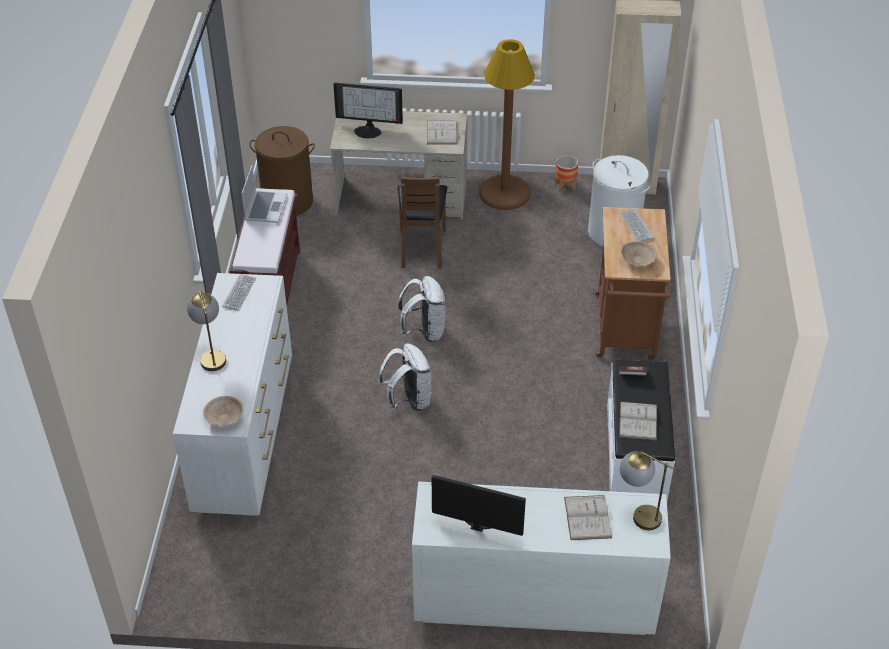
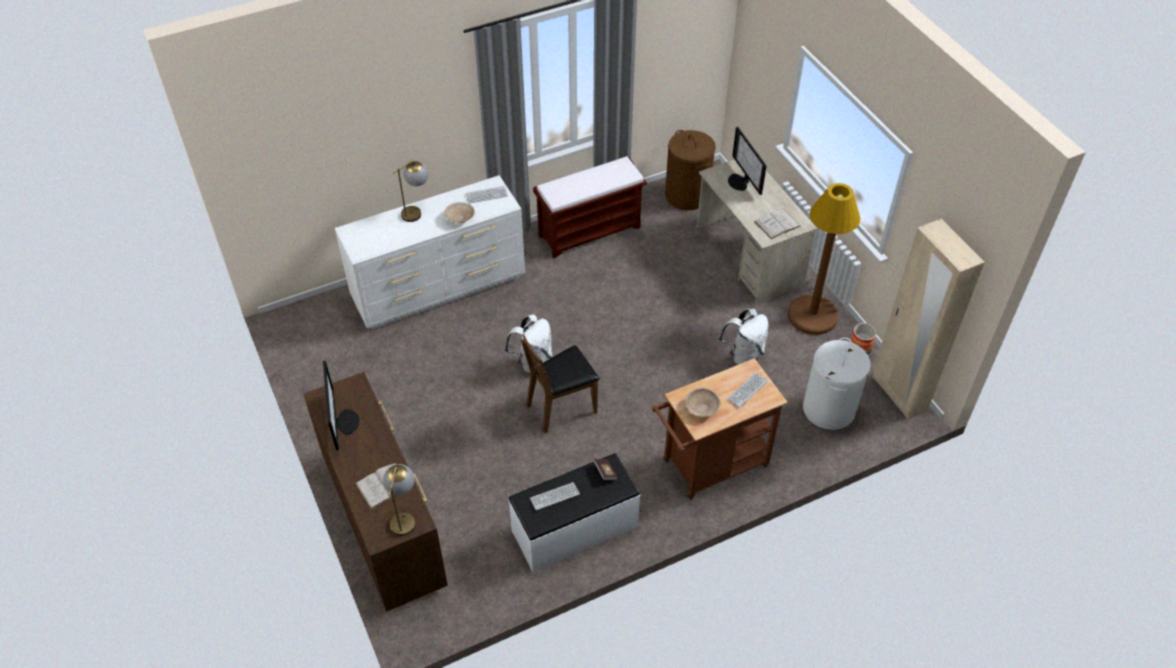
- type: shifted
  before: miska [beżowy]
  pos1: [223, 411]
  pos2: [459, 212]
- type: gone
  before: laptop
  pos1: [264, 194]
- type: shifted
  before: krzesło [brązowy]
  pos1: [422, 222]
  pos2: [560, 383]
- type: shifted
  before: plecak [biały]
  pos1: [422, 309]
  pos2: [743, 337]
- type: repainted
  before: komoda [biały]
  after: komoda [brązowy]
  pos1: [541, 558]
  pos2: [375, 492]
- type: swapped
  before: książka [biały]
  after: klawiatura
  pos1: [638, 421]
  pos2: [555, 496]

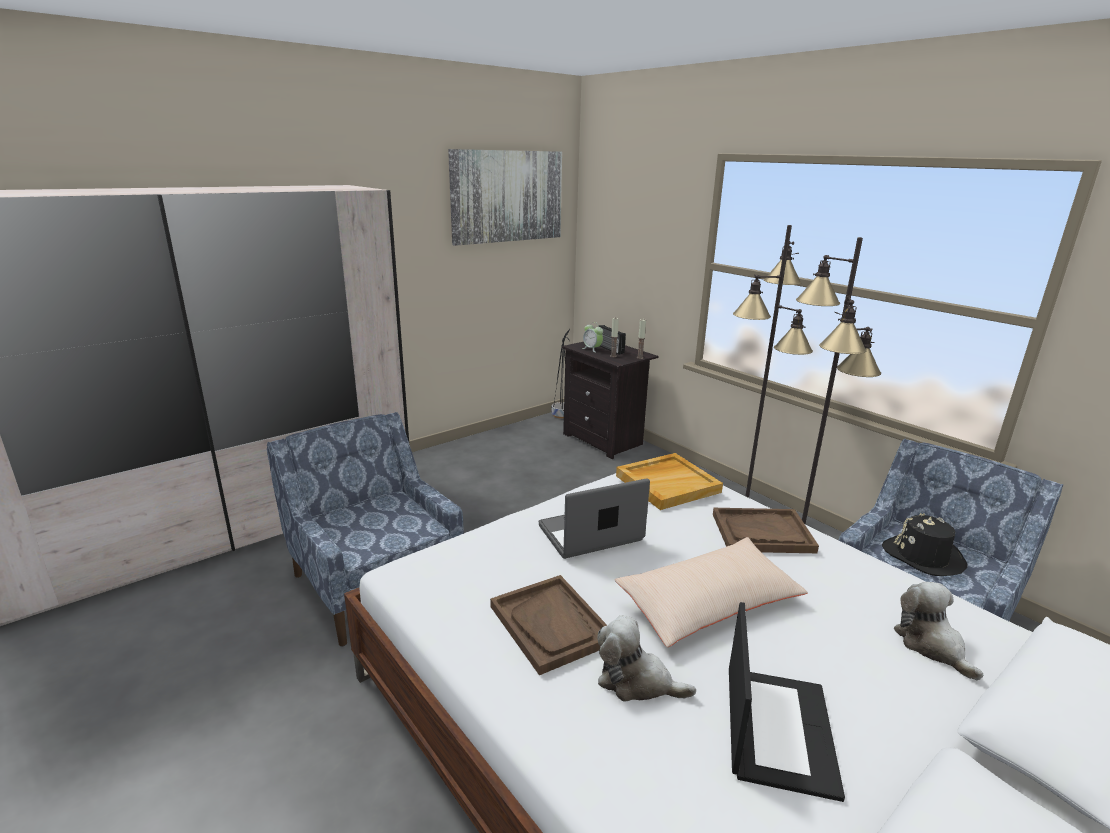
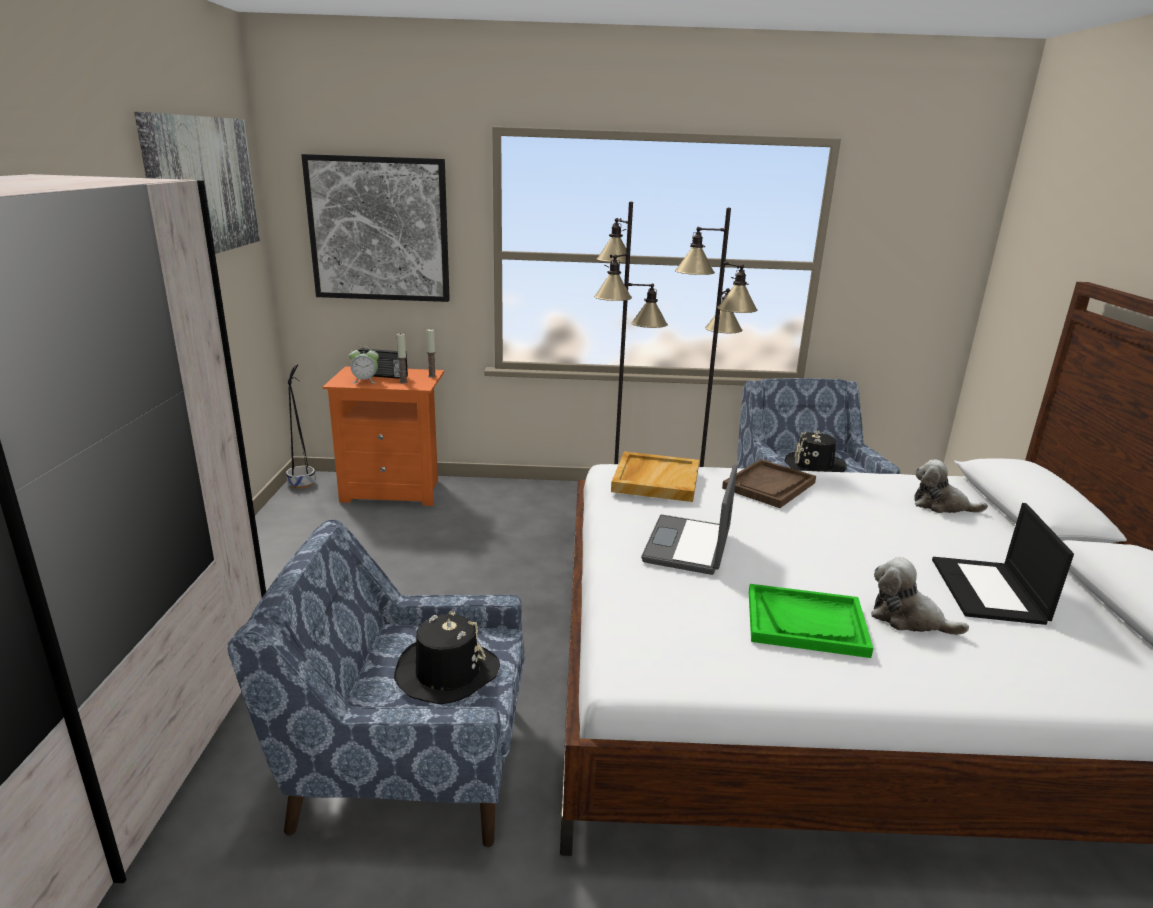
- type: repainted
  before: taca [brązowy]
  after: taca [zielony]
  pos1: [548, 625]
  pos2: [811, 621]
- type: repainted
  before: szafka nocna [czarny]
  after: szafka nocna [pomarańczowy]
  pos1: [610, 400]
  pos2: [383, 436]
- type: rotated
  before: pluszak
  pos1: [646, 658]
  pos2: [920, 596]
  turn: 60
- type: gone
  before: poduszka [beżowy]
  pos1: [711, 592]
- type: rotated
  before: laptop
  pos1: [787, 702]
  pos2: [1003, 564]
  turn: -135
- type: new
  after: obraz
  pos2: [375, 228]
- type: new
  after: kapelusz [czarny]
  pos2: [447, 657]

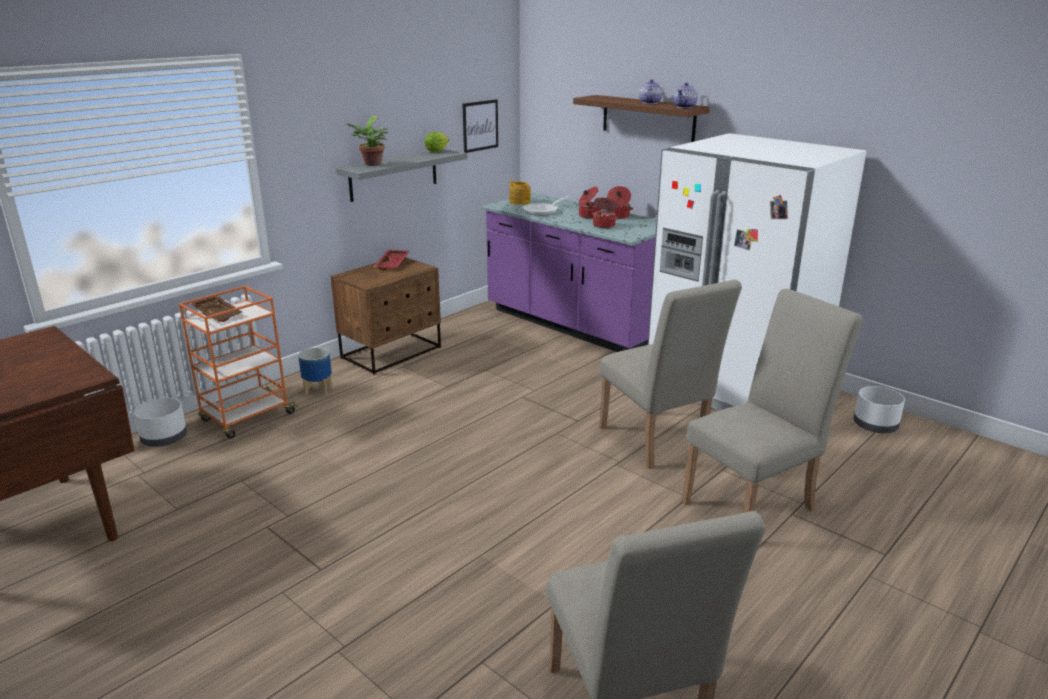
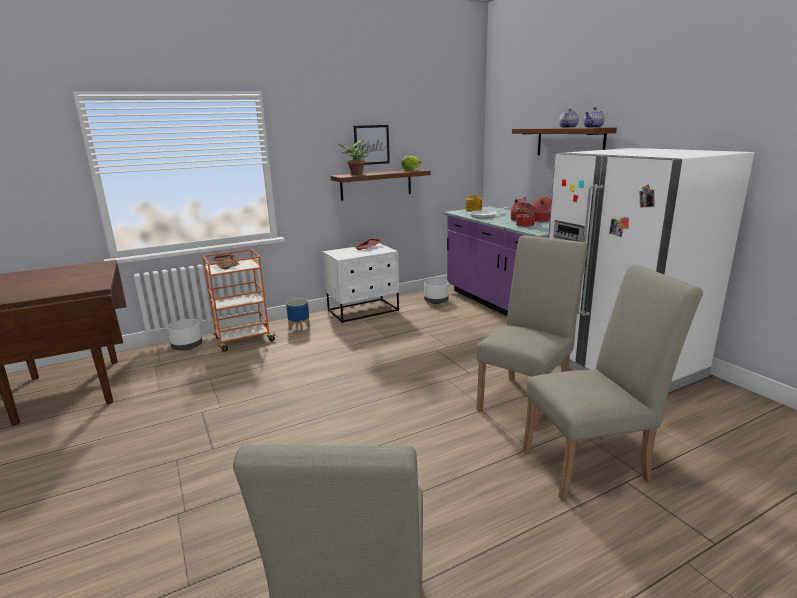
- type: repainted
  before: szafka nocna [brązowy]
  after: szafka nocna [biały]
  pos1: [386, 315]
  pos2: [361, 283]
- type: repainted
  before: półka [szary]
  after: półka [brązowy]
  pos1: [401, 175]
  pos2: [381, 185]
- type: shifted
  before: obraz
  pos1: [480, 126]
  pos2: [372, 145]
- type: rotated
  before: krzesło [beżowy]
  pos1: [670, 374]
  pos2: [532, 333]
  turn: -135
- type: shifted
  before: donica [biały]
  pos1: [879, 409]
  pos2: [436, 291]

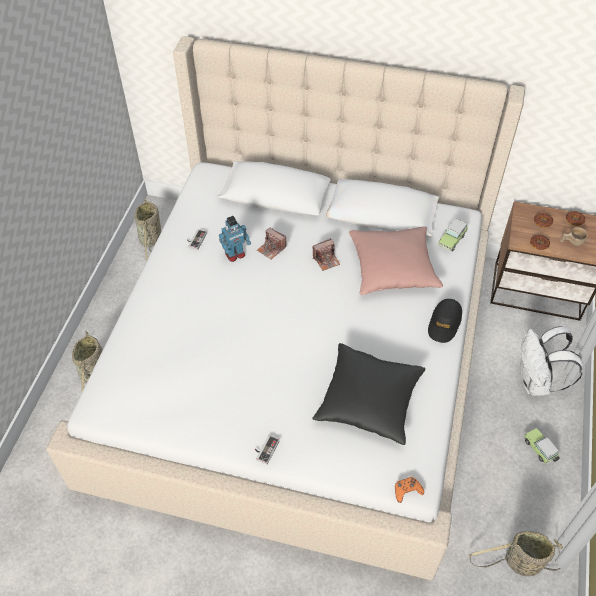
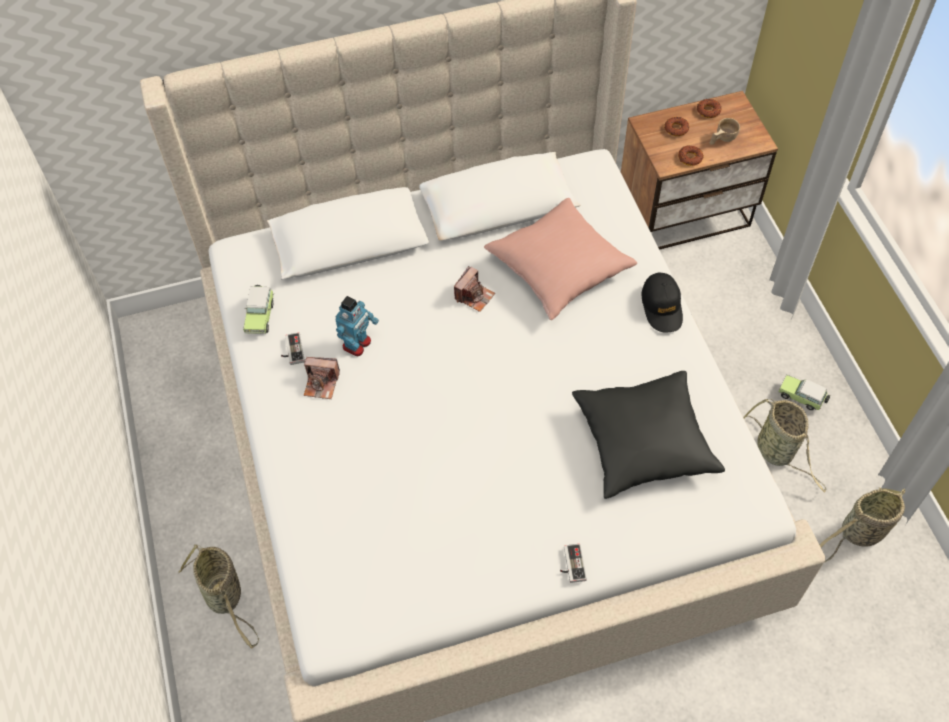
- type: shifted
  before: koszyk
  pos1: [147, 230]
  pos2: [784, 446]
- type: shifted
  before: aparat fotograficzny
  pos1: [272, 243]
  pos2: [322, 378]
- type: gone
  before: pad do gier [pomarańczowy]
  pos1: [409, 490]
- type: shifted
  before: samochodzik
  pos1: [453, 235]
  pos2: [258, 309]
- type: gone
  before: plecak [biały]
  pos1: [551, 361]

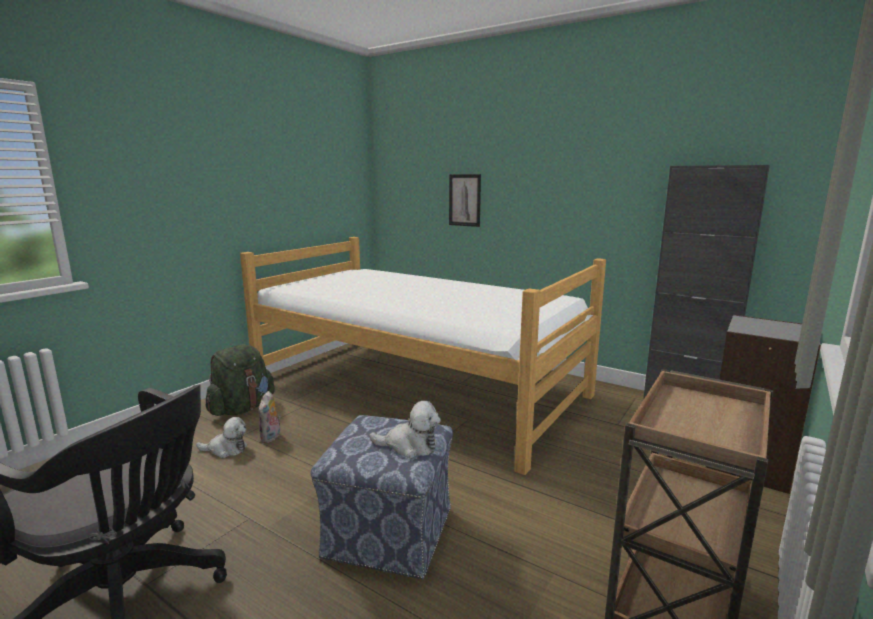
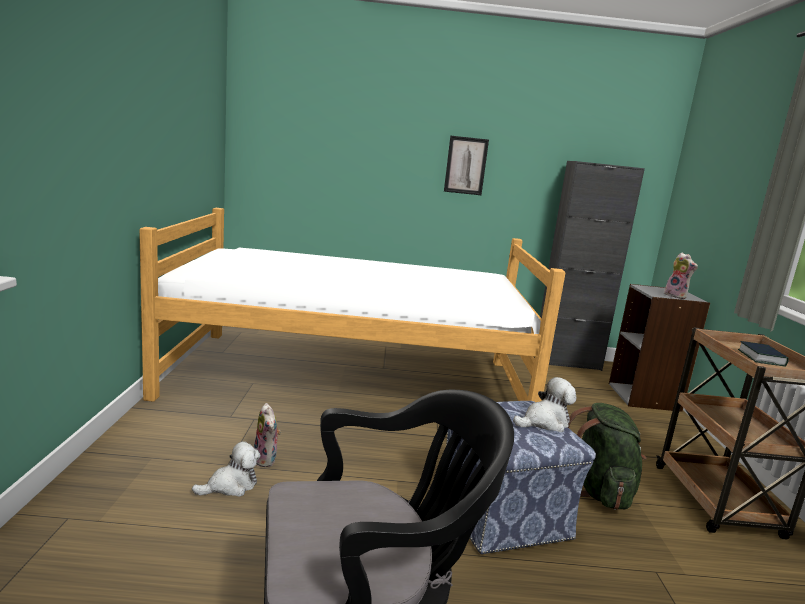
- type: shifted
  before: plecak [zielony]
  pos1: [240, 380]
  pos2: [607, 456]
- type: shifted
  before: obraz
  pos1: [465, 200]
  pos2: [466, 165]
- type: new
  after: pluszak
  pos2: [681, 276]
- type: new
  after: książka
  pos2: [763, 354]

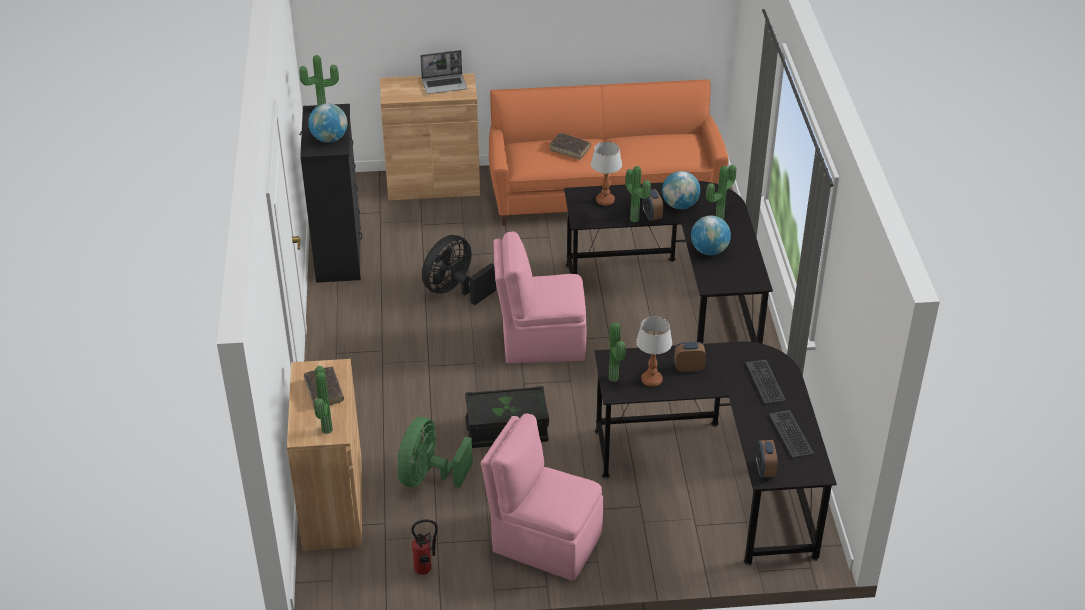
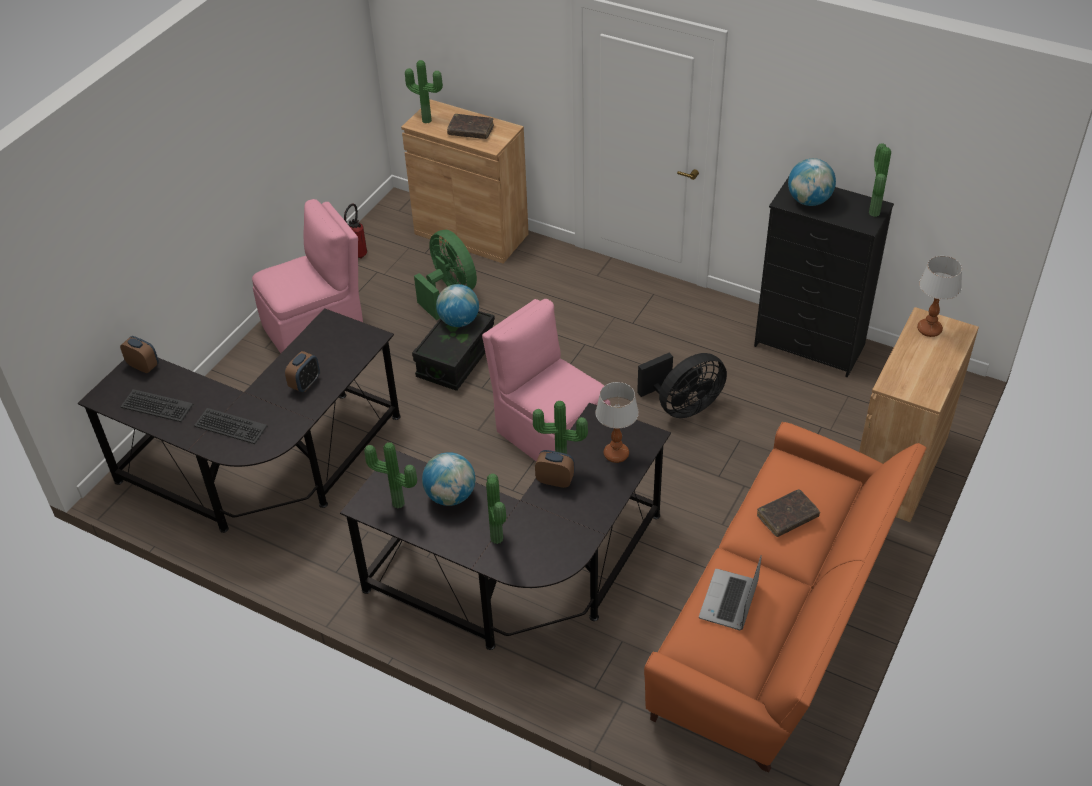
- type: shifted
  before: laptop
  pos1: [443, 72]
  pos2: [730, 592]
- type: rotated
  before: wentylator [czarny]
  pos1: [459, 270]
  pos2: [682, 385]
  turn: 75
- type: rotated
  before: krzesło [różowy]
  pos1: [540, 297]
  pos2: [546, 380]
  turn: -75
- type: shifted
  before: roślina doniczkowa
  pos1: [617, 352]
  pos2: [390, 475]
- type: shifted
  before: lampa stołowa
  pos1: [654, 351]
  pos2: [939, 296]
- type: shifted
  before: globus
  pos1: [681, 190]
  pos2: [457, 305]

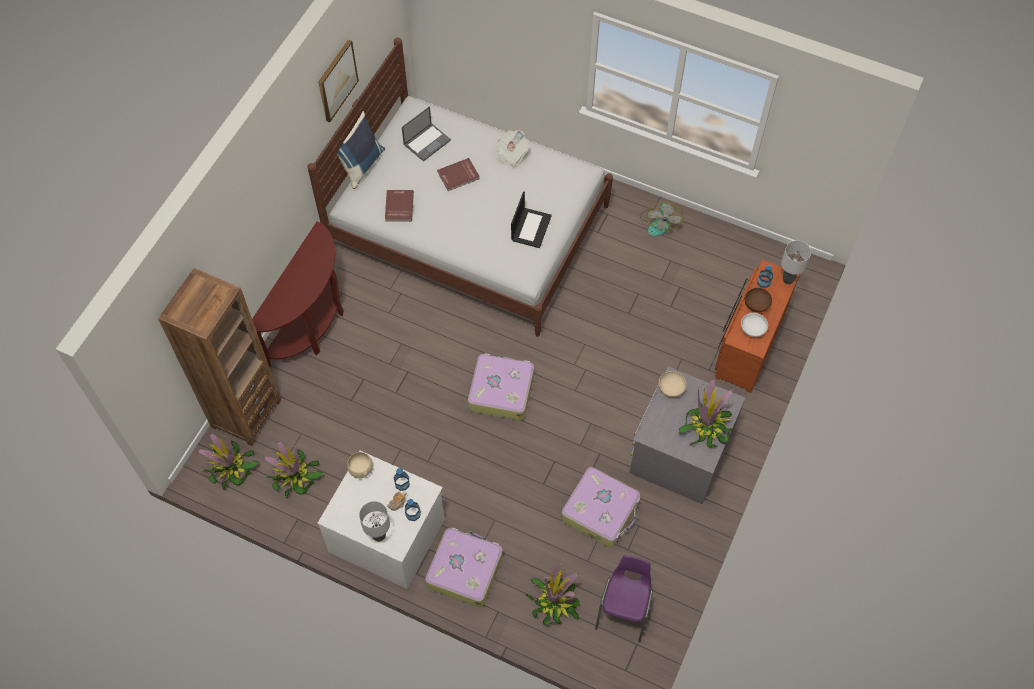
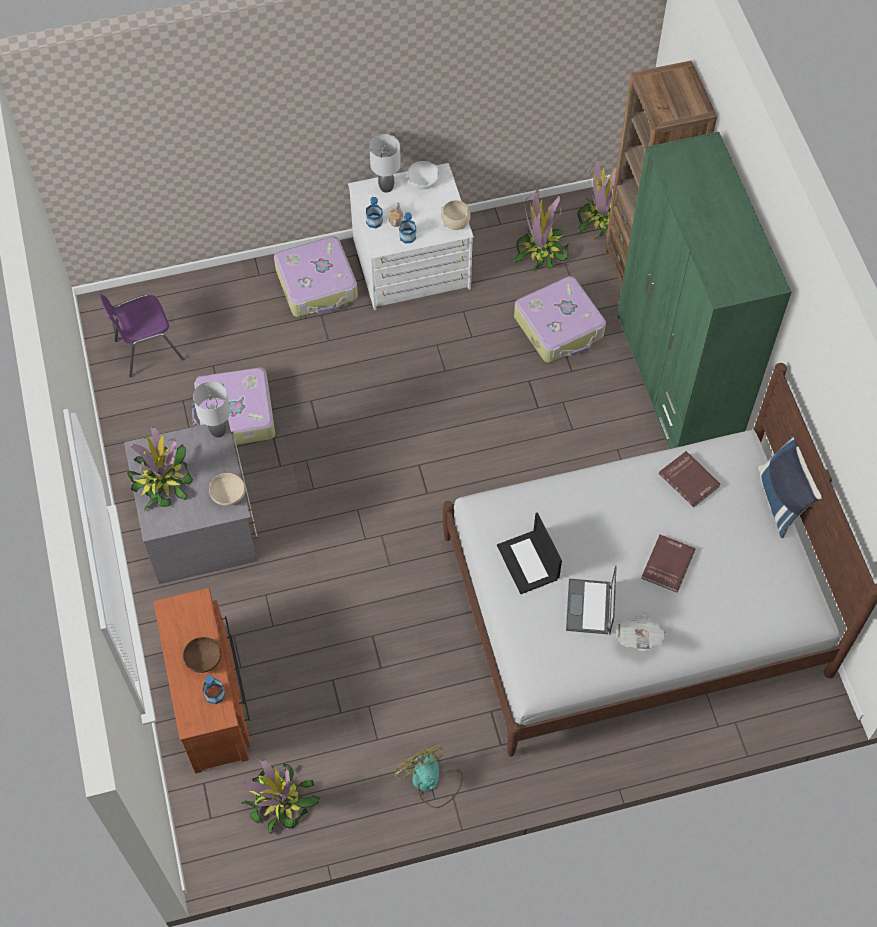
- type: swapped
  before: stolik konsolowy [brązowy]
  after: szafa [zielony]
  pos1: [298, 294]
  pos2: [704, 290]
- type: gone
  before: obraz
  pos1: [338, 80]
- type: shifted
  before: laptop
  pos1: [426, 134]
  pos2: [591, 600]
- type: shifted
  before: walizka
  pos1: [501, 386]
  pos2: [560, 319]
- type: shifted
  before: roślina doniczkowa
  pos1: [553, 594]
  pos2: [280, 796]
- type: rotated
  before: krzesło [fioletowy]
  pos1: [624, 598]
  pos2: [141, 336]
  turn: 90
- type: shifted
  before: miska [biały]
  pos1: [754, 325]
  pos2: [423, 175]
- type: shifted
  before: lampa stołowa [szary]
  pos1: [796, 262]
  pos2: [211, 409]

